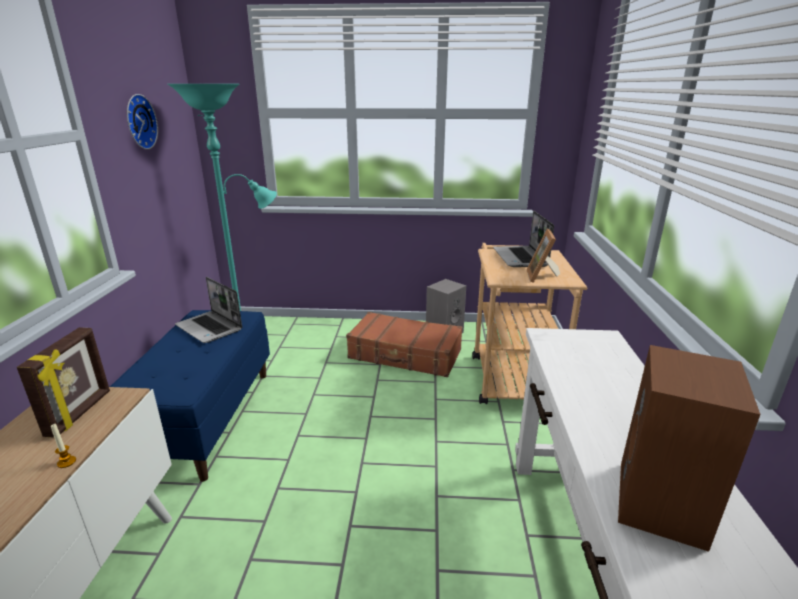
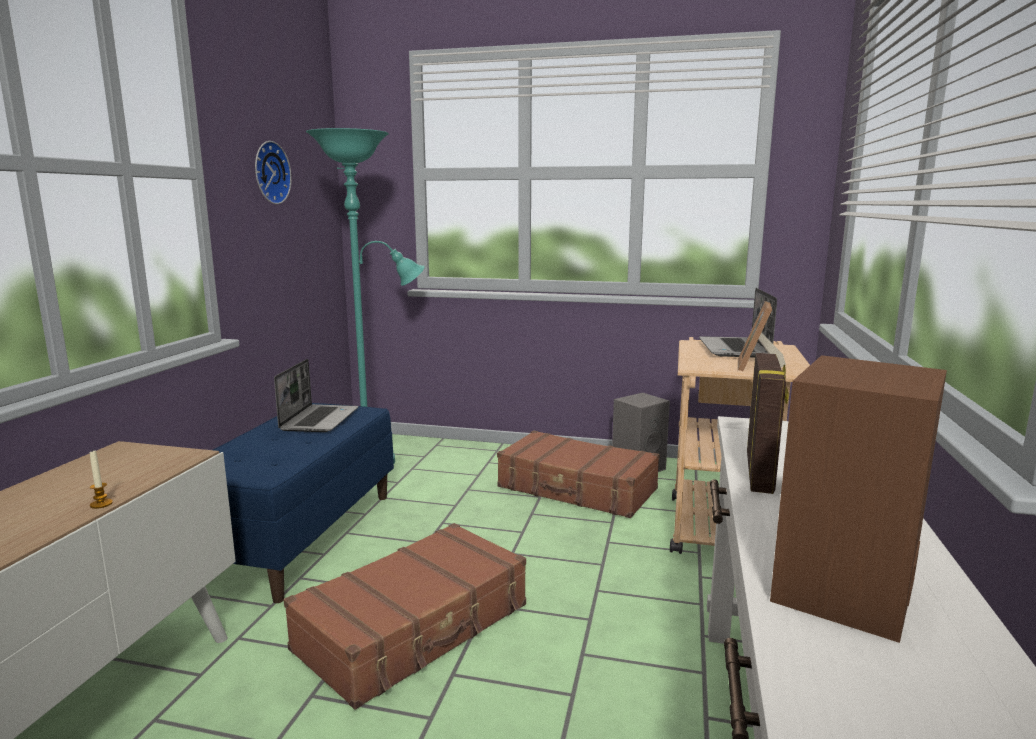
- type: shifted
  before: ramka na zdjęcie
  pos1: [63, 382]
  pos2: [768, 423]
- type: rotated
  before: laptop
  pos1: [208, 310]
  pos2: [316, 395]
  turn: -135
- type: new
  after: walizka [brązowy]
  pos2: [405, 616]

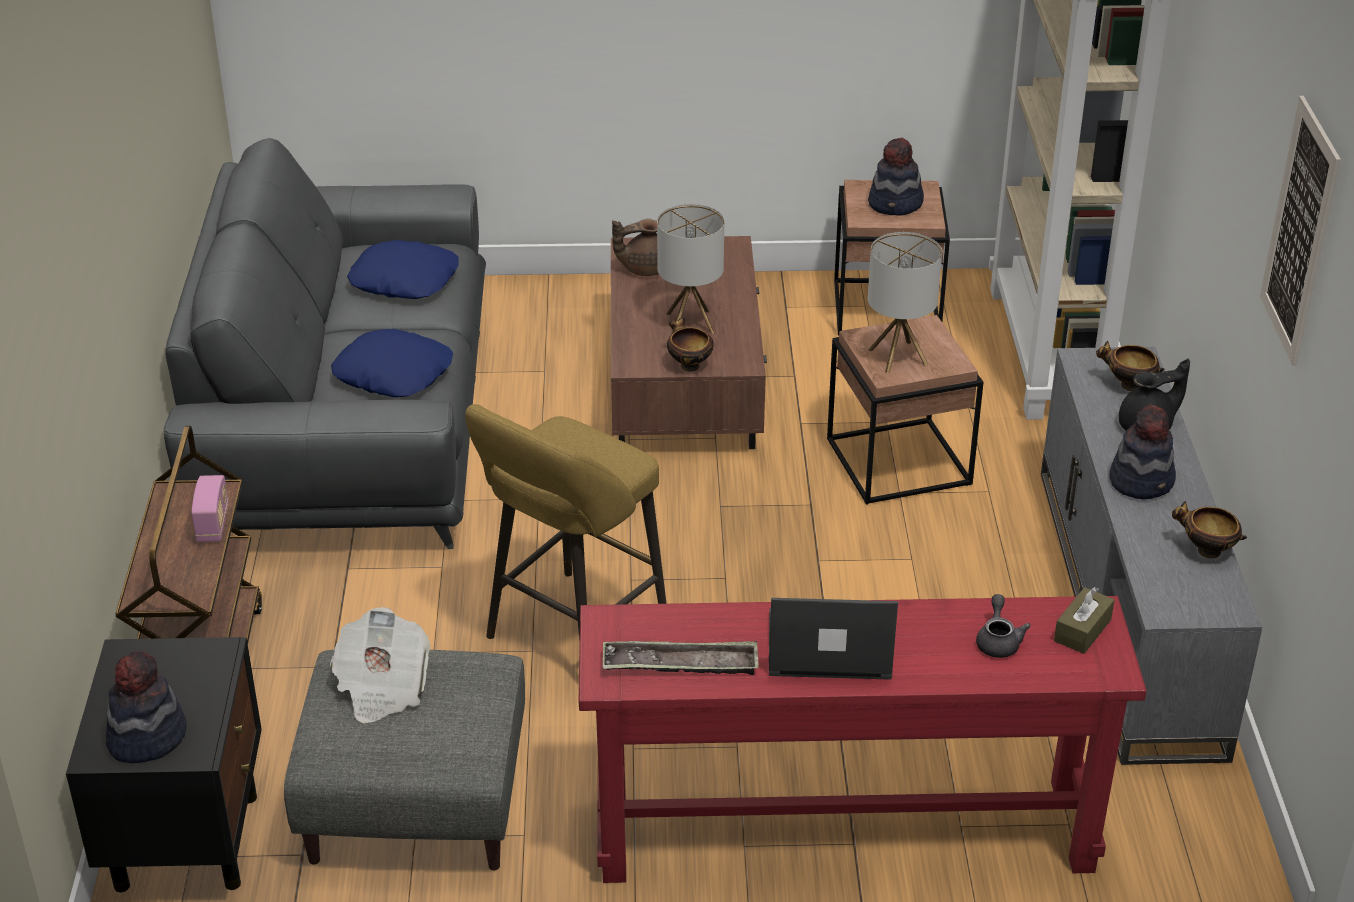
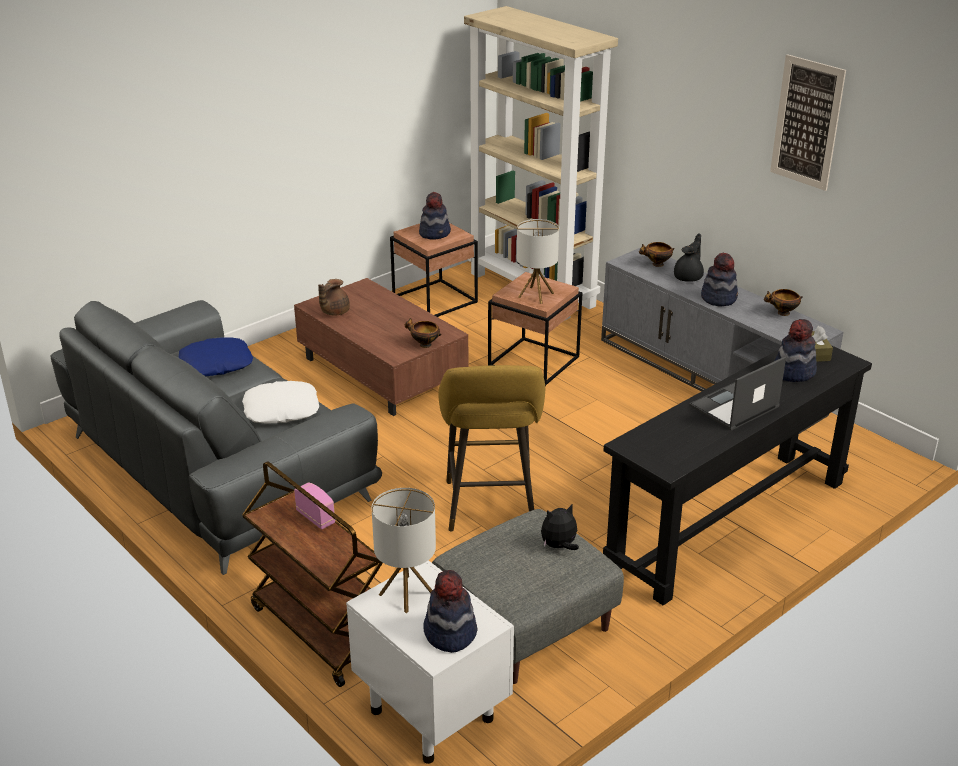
- type: repainted
  before: szafka nocna [czarny]
  after: szafka nocna [biały]
  pos1: [164, 764]
  pos2: [430, 662]
- type: gone
  before: gazeta
  pos1: [380, 665]
- type: repainted
  before: poduszka [niebieski]
  after: poduszka [biały]
  pos1: [392, 363]
  pos2: [280, 402]
- type: repainted
  before: stolik konsolowy [czerwony]
  after: stolik konsolowy [czarny]
  pos1: [863, 739]
  pos2: [737, 475]
- type: gone
  before: taca
  pos1: [681, 658]
- type: shifted
  before: lampa stołowa
  pos1: [690, 269]
  pos2: [404, 550]
- type: swapped
  before: imbryk [szary]
  after: kapelusz
  pos1: [1003, 626]
  pos2: [796, 350]
- type: new
  after: pluszak
  pos2: [560, 527]

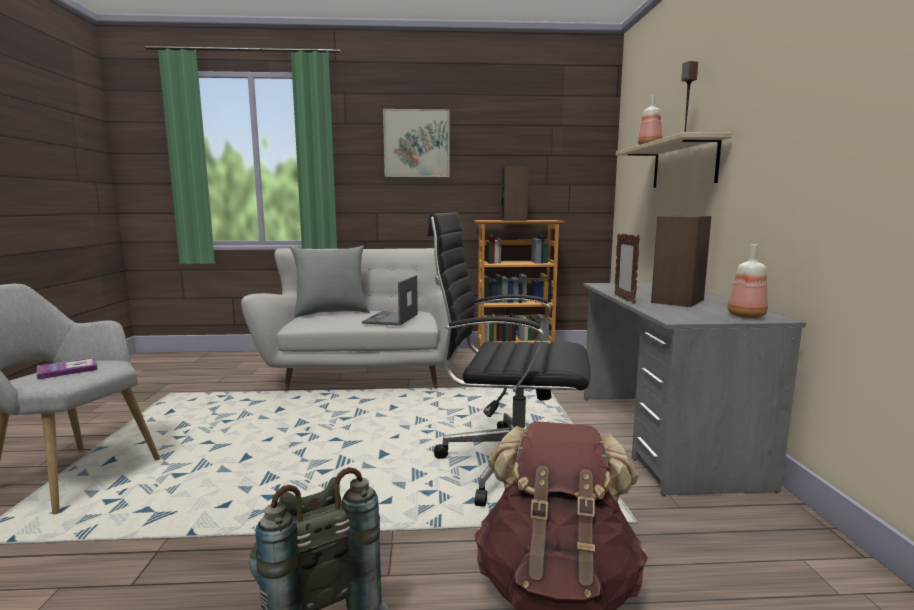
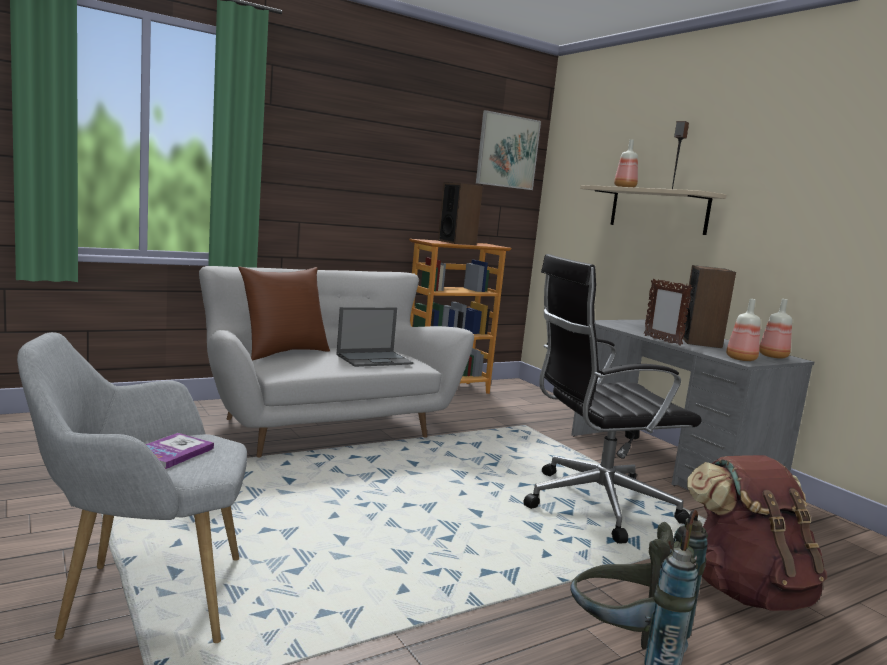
- type: repainted
  before: poduszka [szary]
  after: poduszka [brązowy]
  pos1: [330, 281]
  pos2: [284, 313]
- type: rotated
  before: laptop
  pos1: [390, 300]
  pos2: [374, 337]
  turn: -105
- type: shifted
  before: obraz
  pos1: [416, 143]
  pos2: [508, 150]
- type: new
  after: butelka
  pos2: [743, 330]

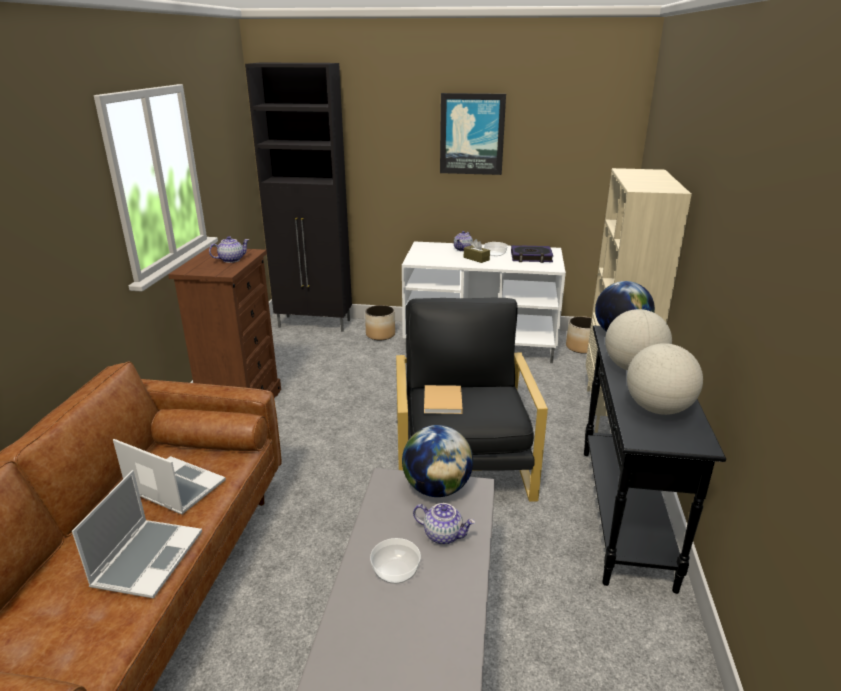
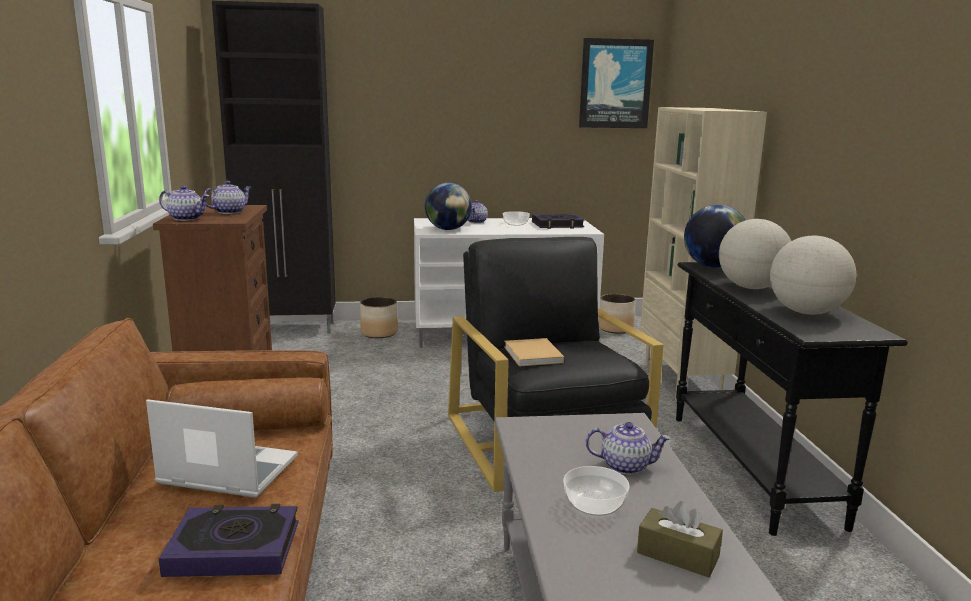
- type: swapped
  before: laptop
  after: książka
  pos1: [137, 534]
  pos2: [229, 540]
- type: shifted
  before: globus
  pos1: [437, 461]
  pos2: [448, 206]
- type: shifted
  before: obraz
  pos1: [473, 134]
  pos2: [616, 83]
- type: shifted
  before: pudełko chusteczek [brązowy]
  pos1: [477, 251]
  pos2: [680, 539]
- type: new
  after: imbryk
  pos2: [184, 203]

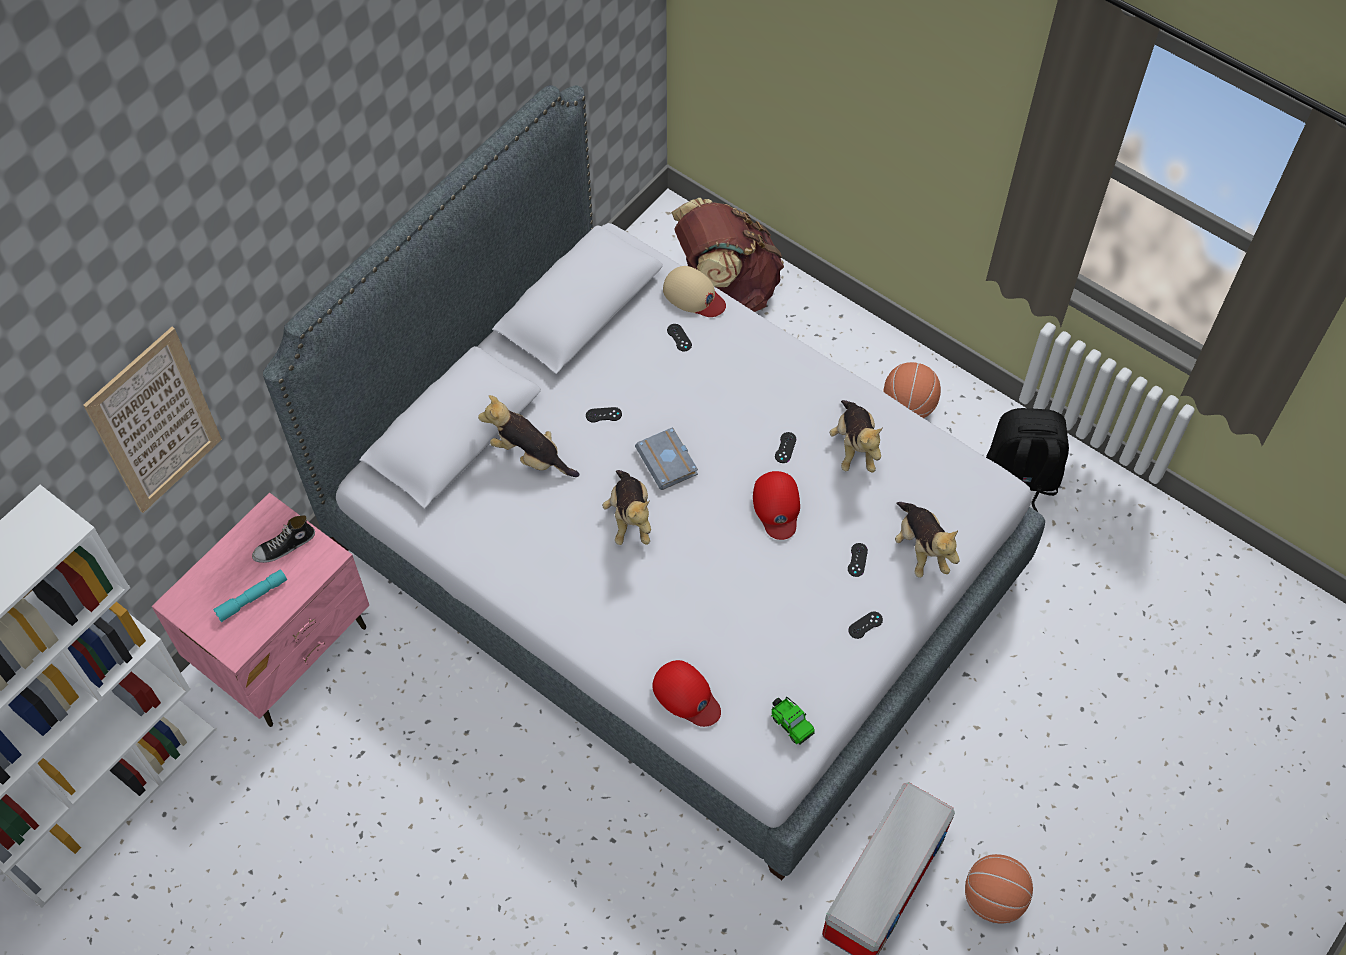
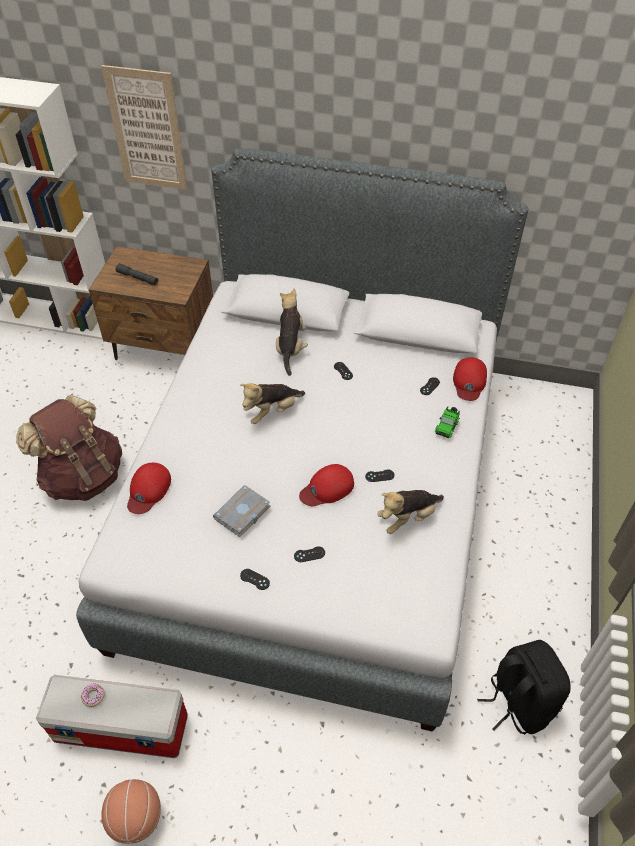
- type: repainted
  before: szafka nocna [różowy]
  after: szafka nocna [brązowy]
  pos1: [260, 610]
  pos2: [151, 303]
- type: repainted
  before: latarka [turkusowy]
  after: latarka [szary]
  pos1: [250, 595]
  pos2: [136, 274]
- type: gone
  before: but
  pos1: [283, 539]
- type: shifted
  before: książka [szary]
  pos1: [666, 458]
  pos2: [241, 511]
- type: repainted
  before: czapka z daszkiem [beżowy]
  after: czapka z daszkiem [czerwony]
  pos1: [694, 291]
  pos2: [470, 379]
- type: shifted
  before: plecak [brązowy]
  pos1: [727, 255]
  pos2: [69, 448]
- type: shifted
  before: samochodzik
  pos1: [793, 720]
  pos2: [447, 422]
- type: gone
  before: piłka do koszykówki
  pos1: [912, 390]
- type: gone
  before: pluszak
  pos1: [927, 540]
- type: new
  after: donut
  pos2: [93, 695]

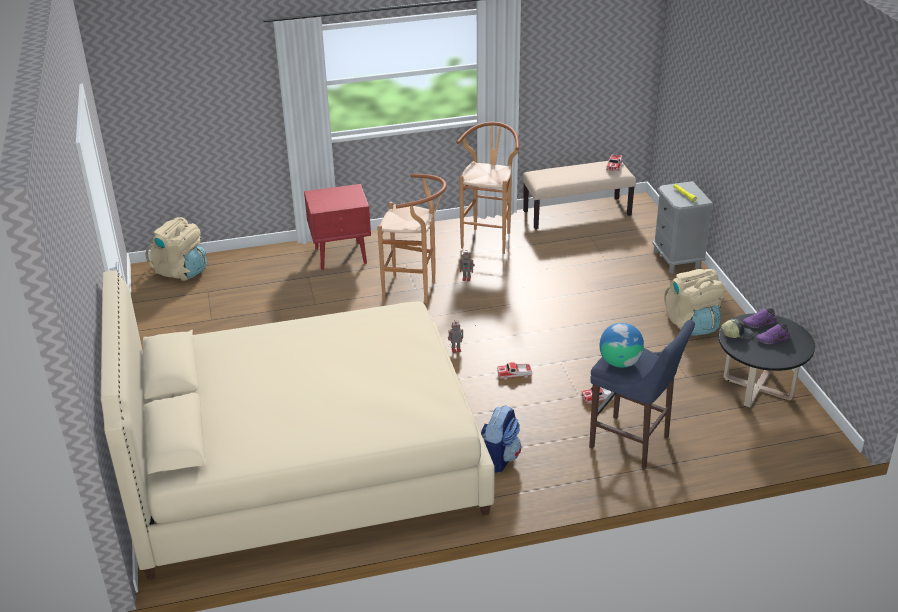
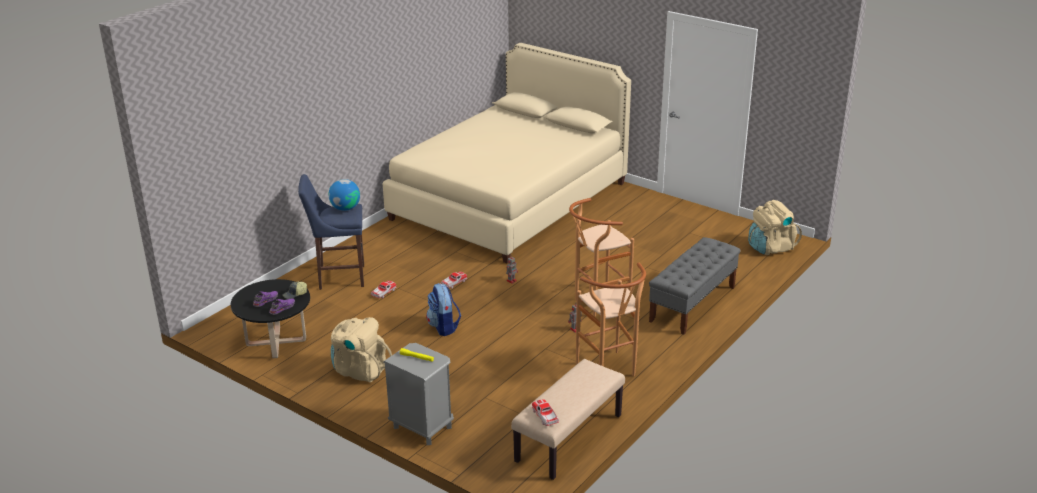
- type: swapped
  before: szafka nocna [czerwony]
  after: ławka [szary]
  pos1: [337, 227]
  pos2: [695, 286]
- type: shifted
  before: plecak
  pos1: [501, 439]
  pos2: [443, 309]

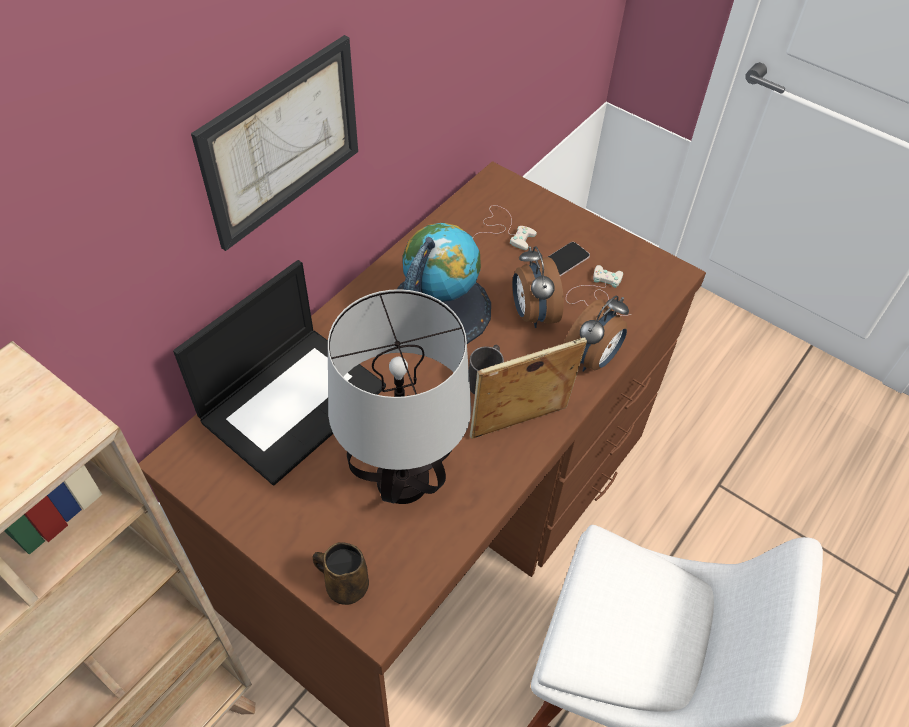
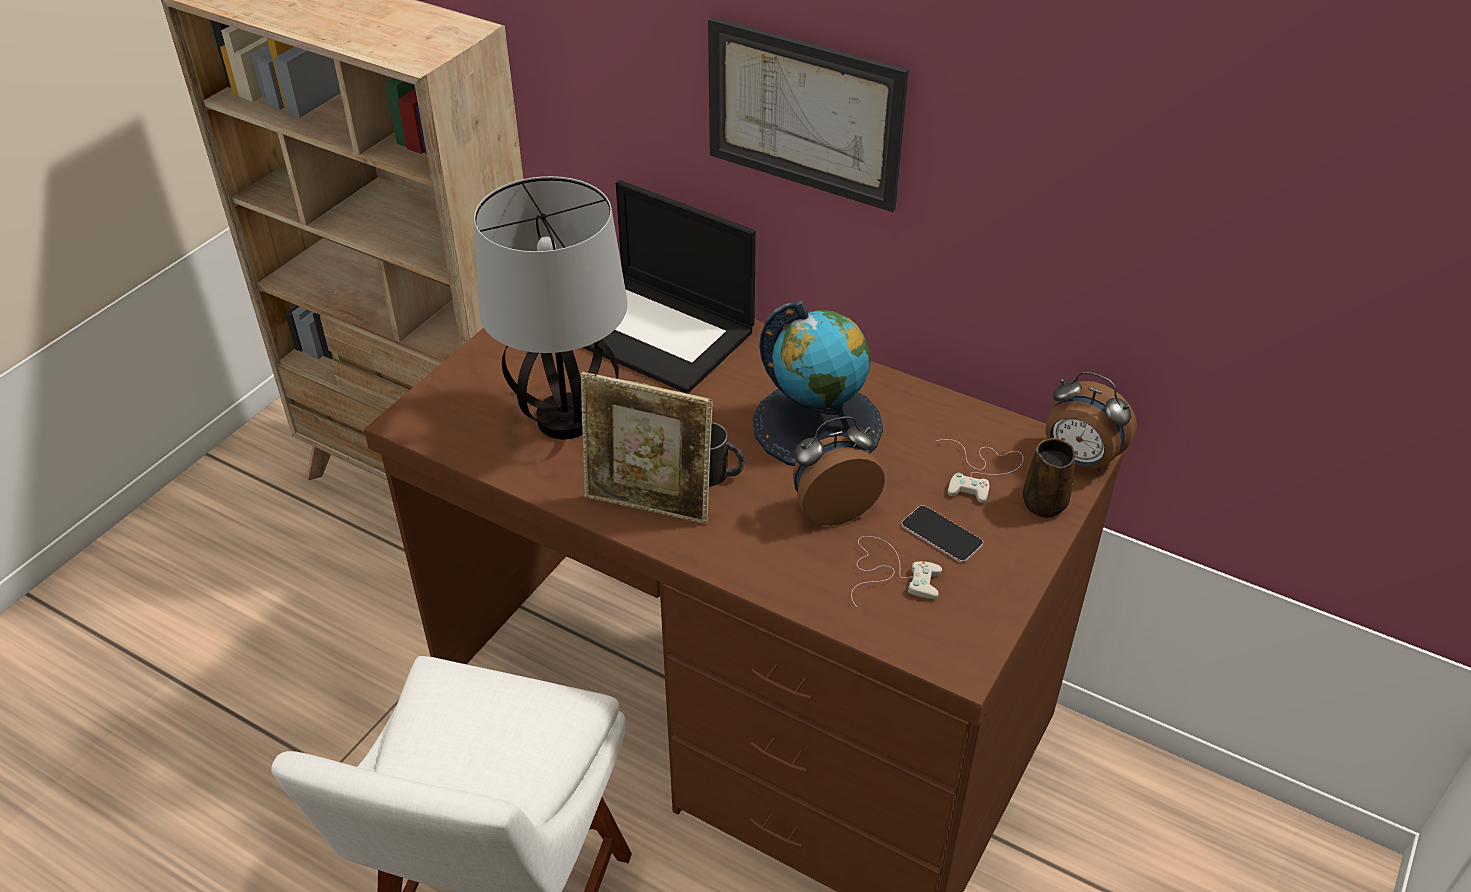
- type: shifted
  before: kubek [brązowy]
  pos1: [341, 573]
  pos2: [1049, 478]
- type: rotated
  before: ramka na zdjęcie
  pos1: [528, 388]
  pos2: [647, 448]
  turn: 135
- type: shifted
  before: budzik
  pos1: [596, 333]
  pos2: [1091, 421]

